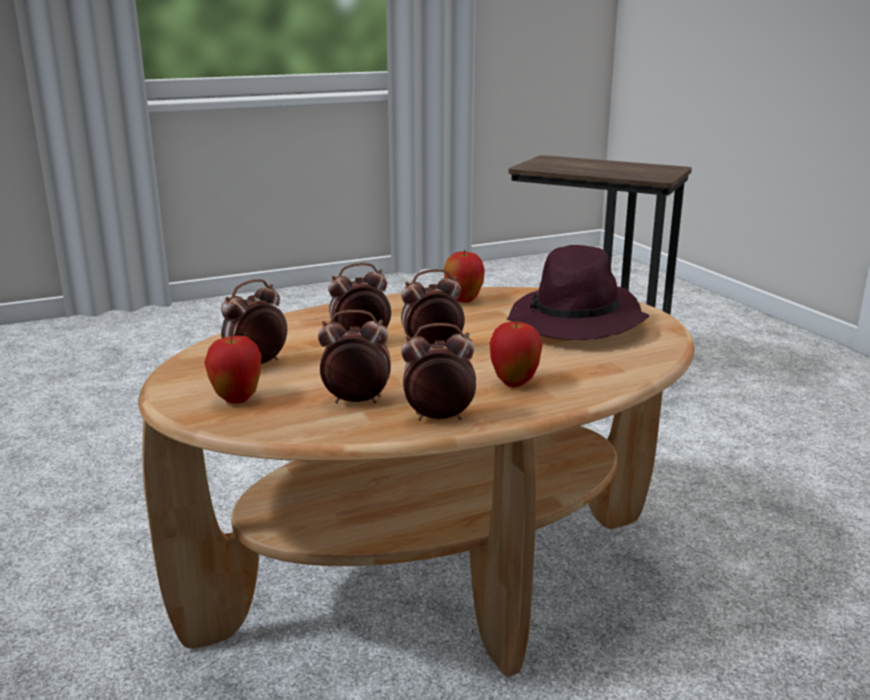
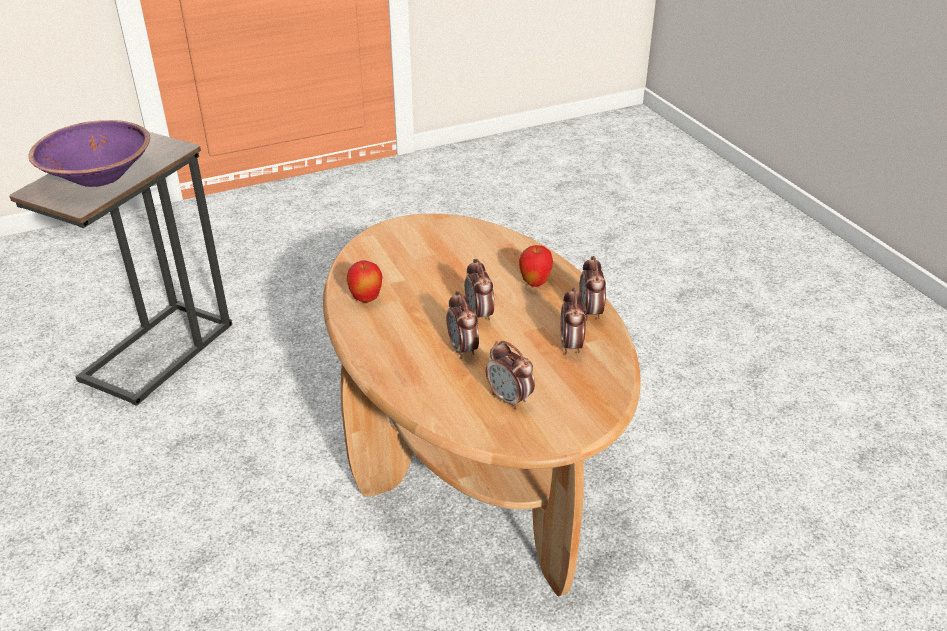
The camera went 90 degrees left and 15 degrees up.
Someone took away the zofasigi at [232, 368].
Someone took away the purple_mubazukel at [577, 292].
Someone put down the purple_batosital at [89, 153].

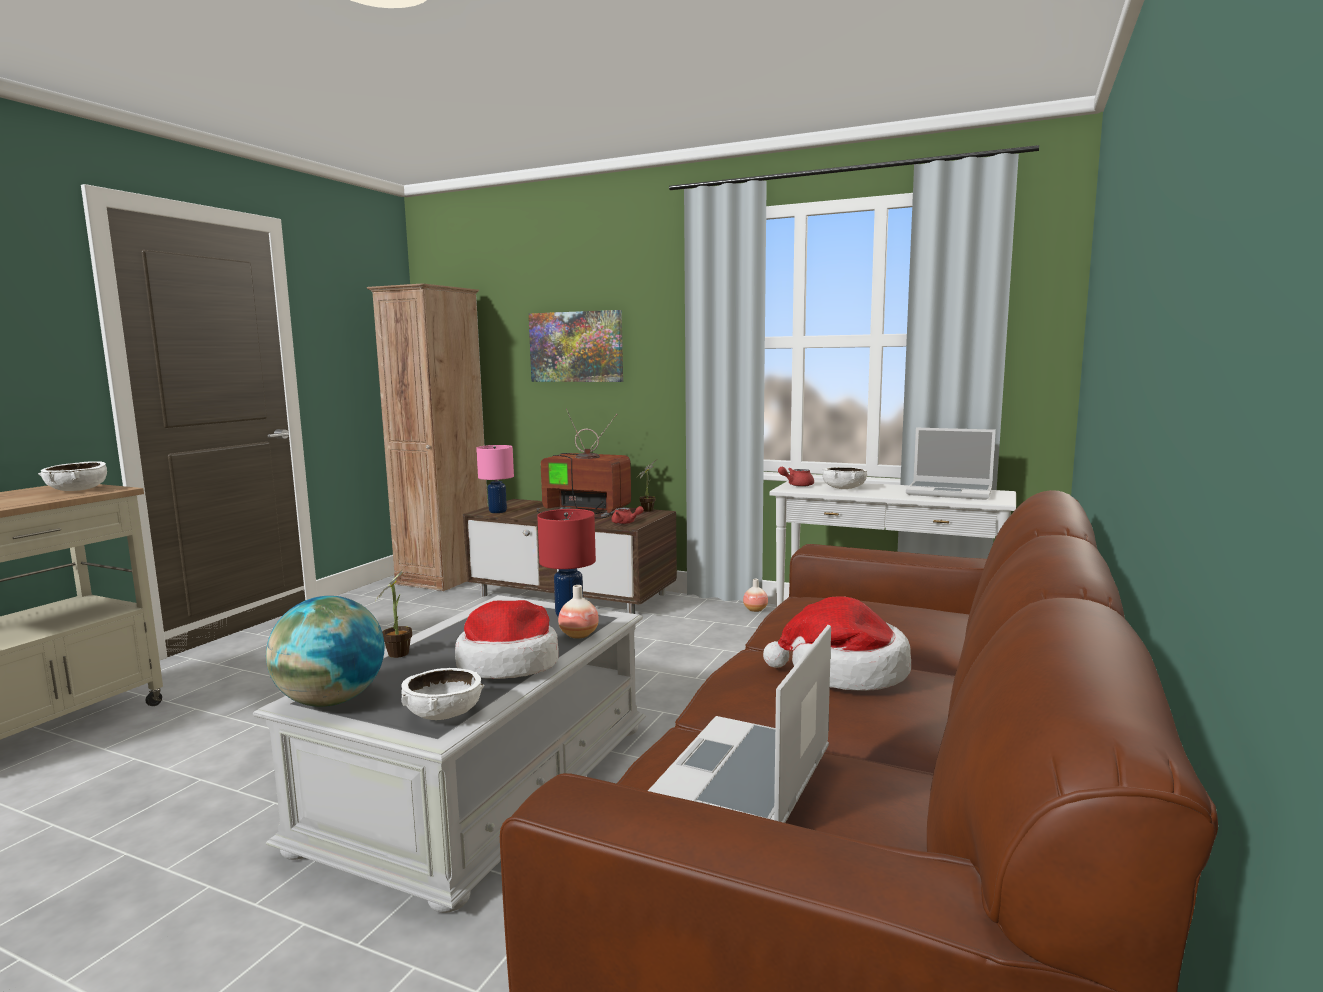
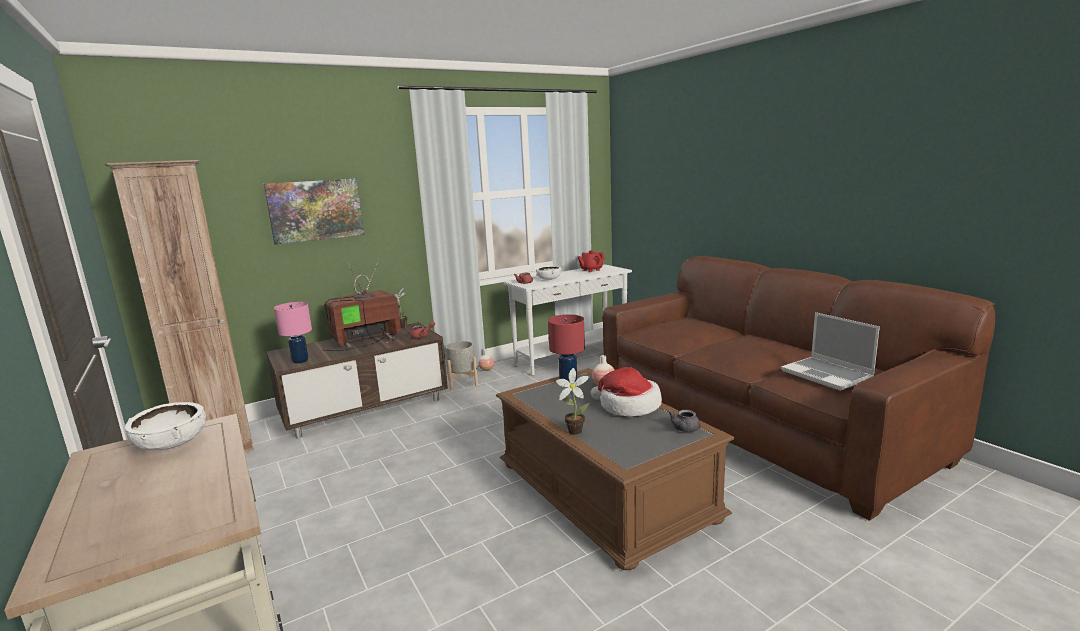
The camera went 55 degrees left and 5 degrees up.
Someone repainted the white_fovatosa at [449, 754], which became the brown_fovatosa at [615, 469].
Someone took away the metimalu at [325, 651].
Someone swapped the white_batosital at [442, 694] for the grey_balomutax at [683, 421].
Someone took away the mubazukel at [837, 644].
Someone swapped the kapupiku at [951, 464] for the red_balomutax at [591, 261].
Someone put down the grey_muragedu at [461, 365].

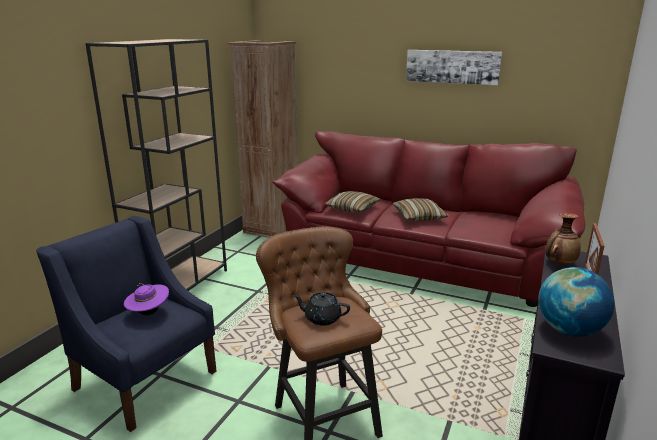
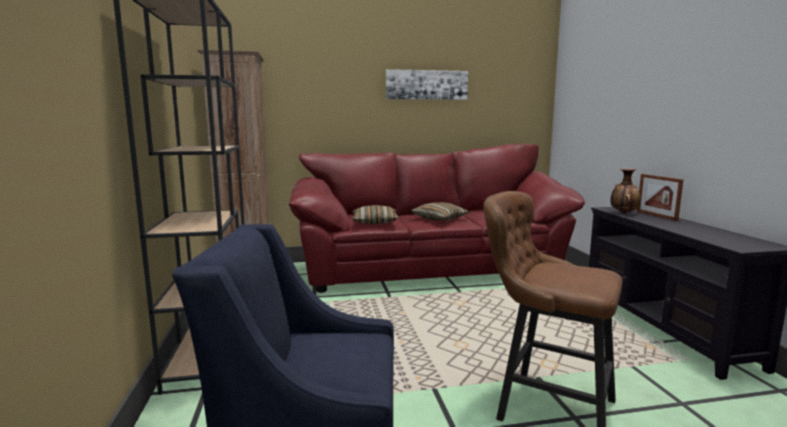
The camera went 35 degrees left and 10 degrees down.
Someone took away the purple_mubazukel at [146, 299].
Someone took away the black_balomutax at [321, 309].
Someone took away the metimalu at [576, 302].

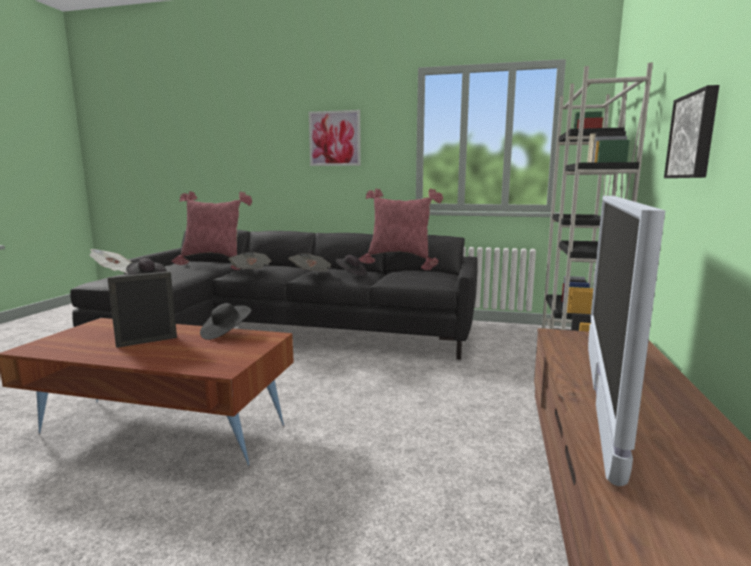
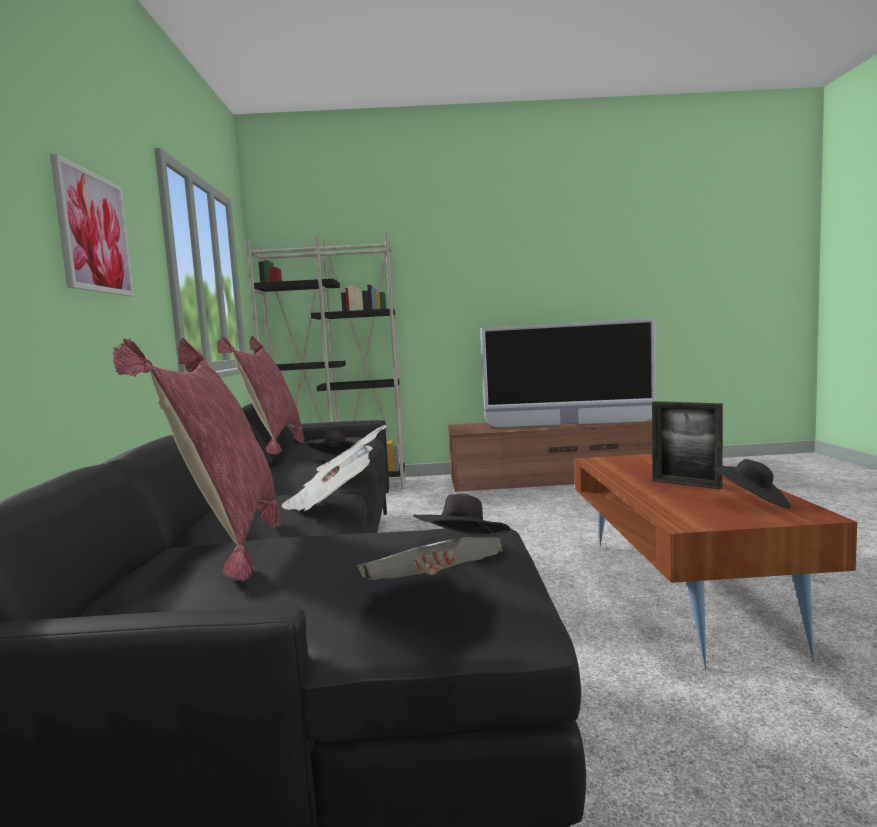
The camera went 105 degrees left and 5 degrees down.
Someone carried the black_mubazukel from [225, 321] to [752, 484].
Someone took away the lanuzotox at [691, 131].

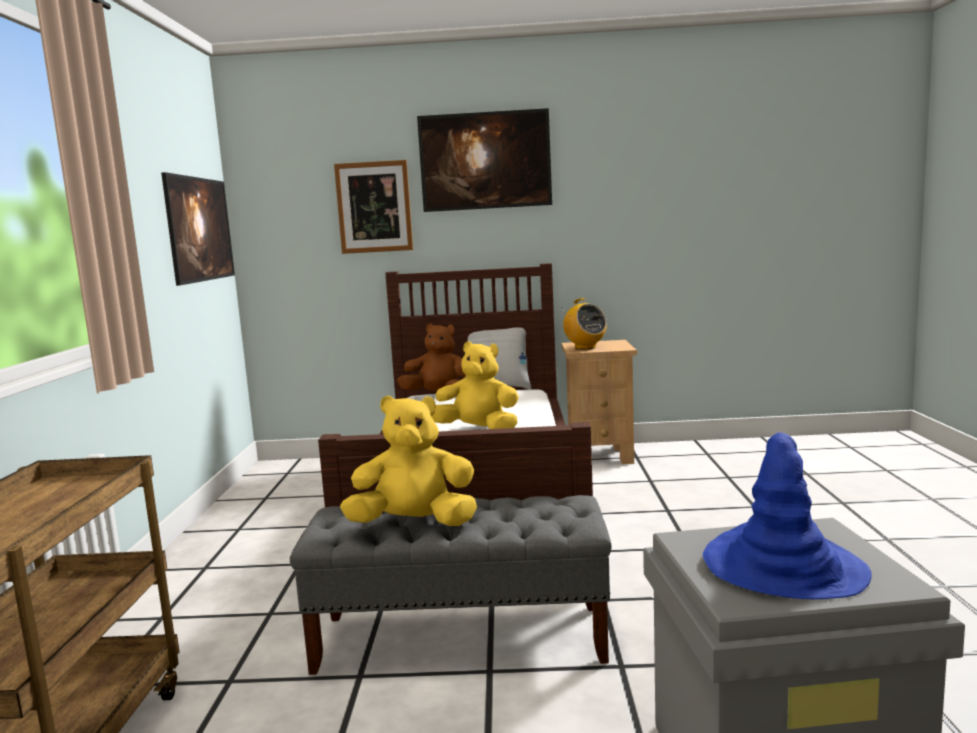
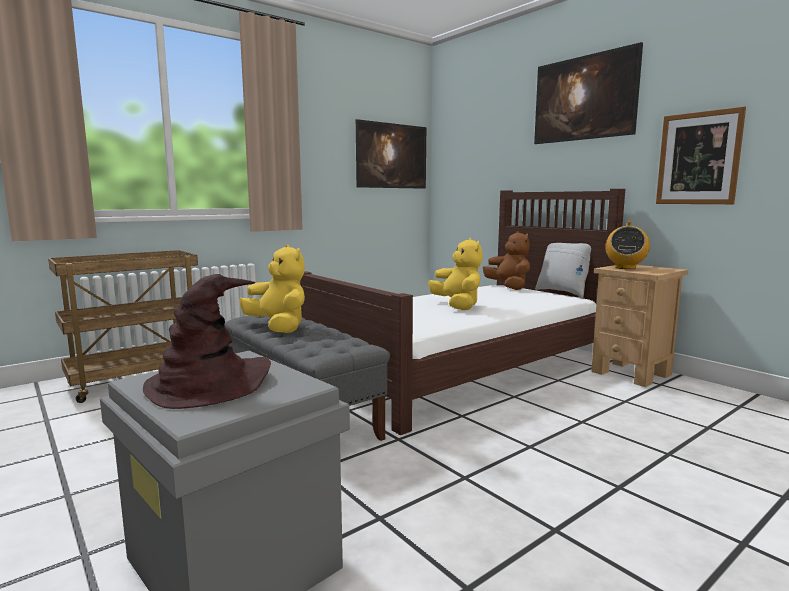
The camera went 50 degrees right and 0 degrees up.
Someone carried the lanuzotox from [373, 207] to [701, 155].
Someone repainted the blue_mubazukel at [787, 515], which became the brown_mubazukel at [207, 341].

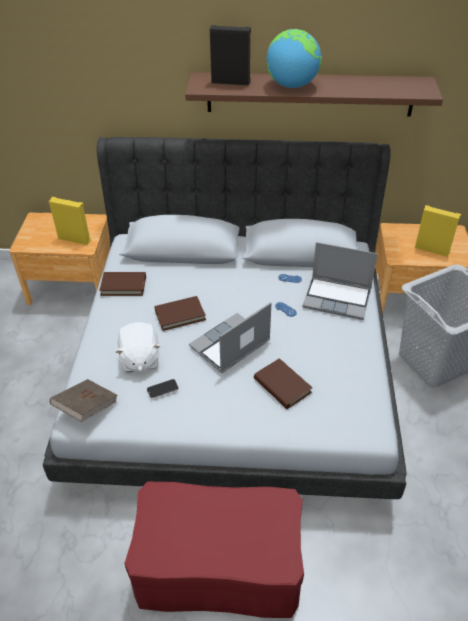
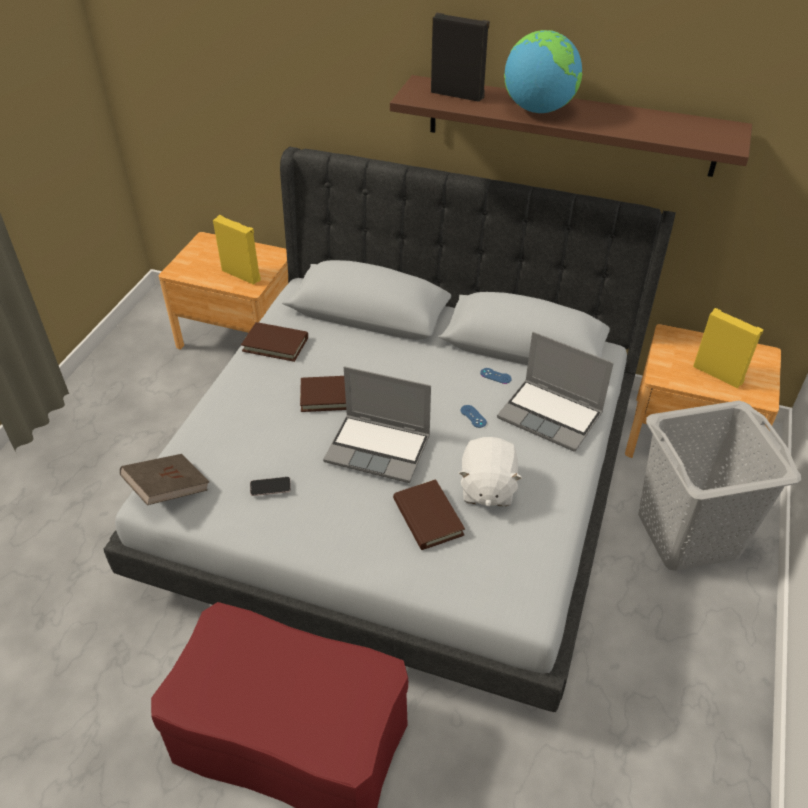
The camera went 15 degrees right and 0 degrees up.
Someone carried the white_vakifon from [138, 347] to [490, 472].
Someone rotated the kapupiku at [230, 337] by 135 degrees counterclockwise.

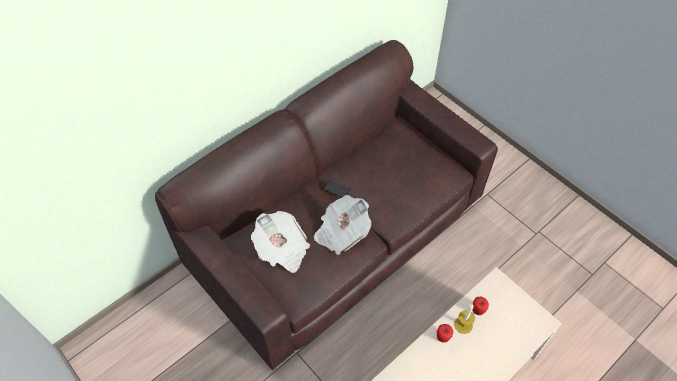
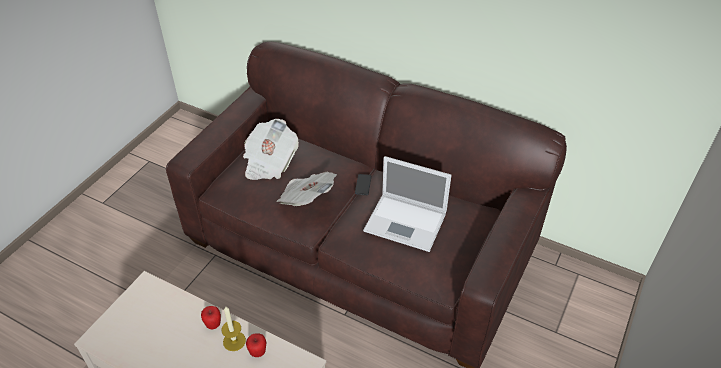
The camera went 70 degrees right and 10 degrees down.
Someone put down the kapupiku at [407, 204].

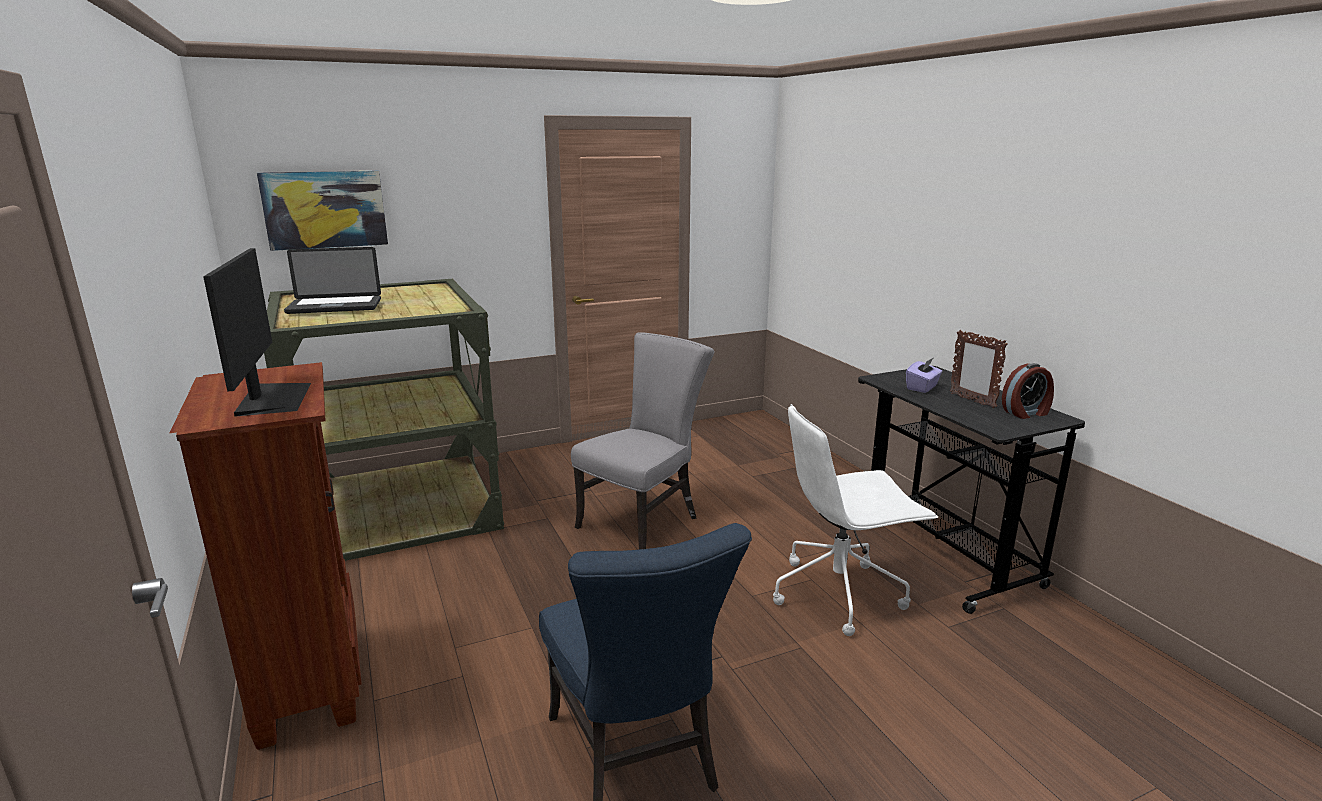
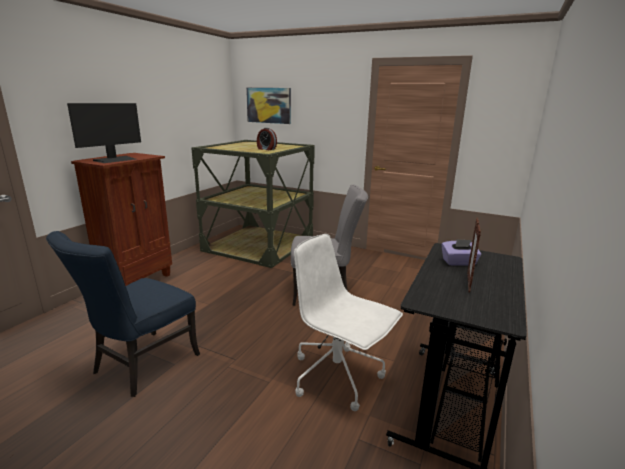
The camera went 50 degrees right and 0 degrees up.
Someone took away the kapupiku at [332, 280].
Someone carried the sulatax from [1028, 391] to [267, 139].

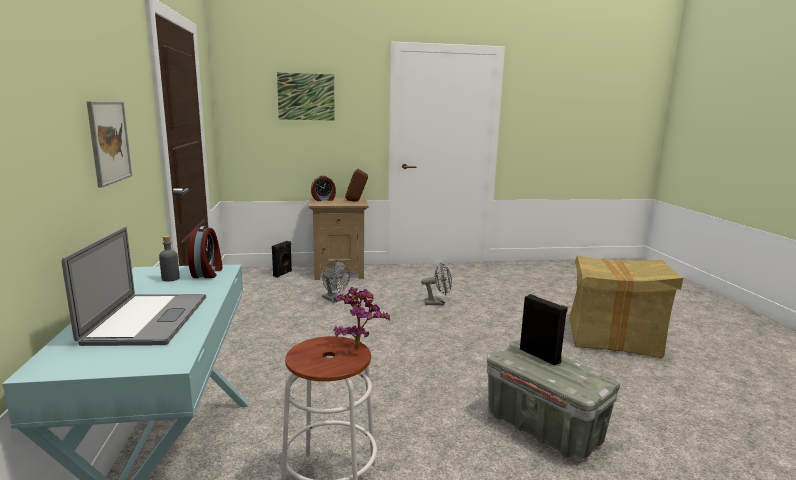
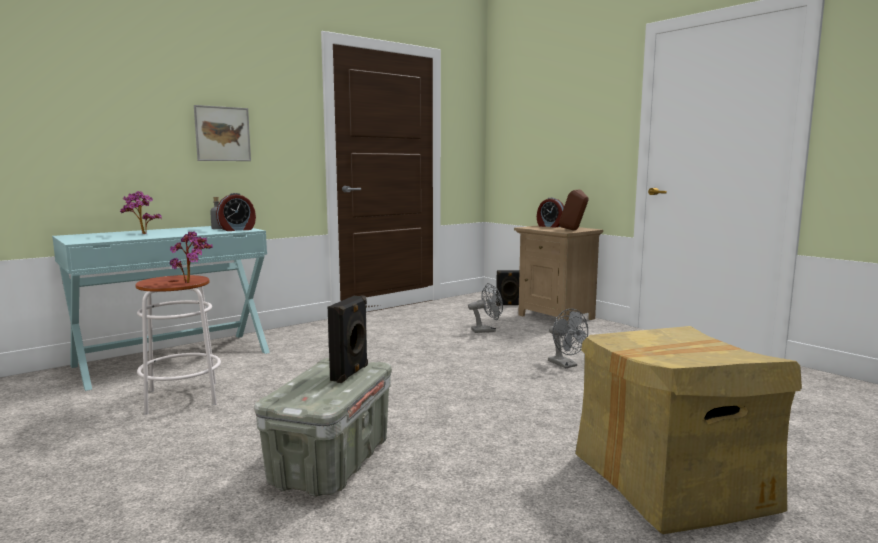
The camera went 60 degrees right and 5 degrees down.
Someone swapped the kapupiku at [134, 286] for the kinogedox at [141, 212].
Someone took away the lanuzotox at [306, 97].
Someone rotated the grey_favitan at [336, 281] by 120 degrees counterclockwise.

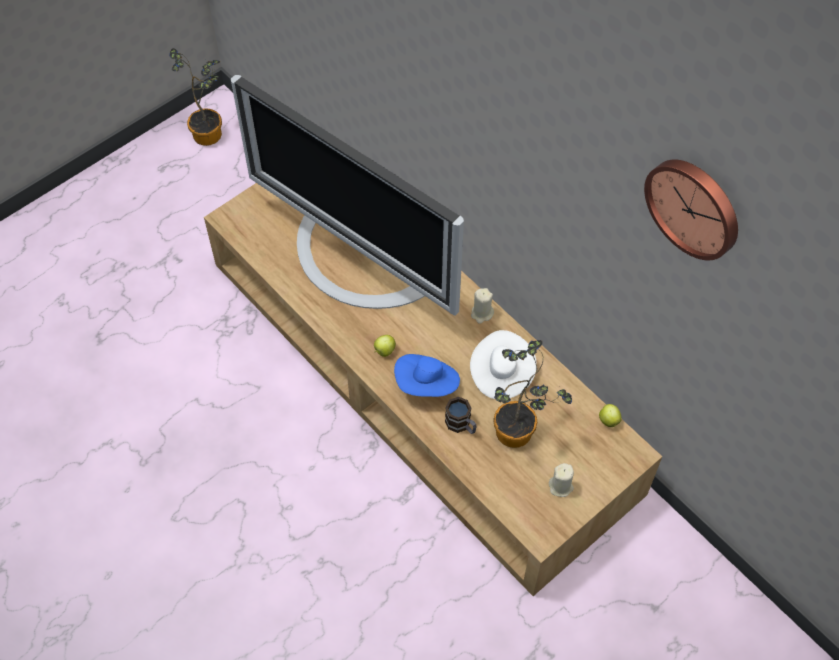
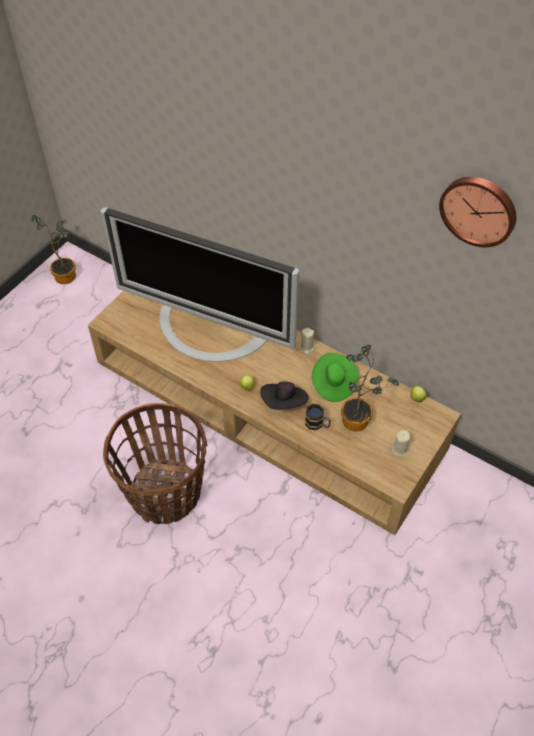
The camera went 15 degrees left and 5 degrees down.
Someone repainted the blue_mubazukel at [427, 375], which became the black_mubazukel at [284, 395].
Someone repainted the white_mubazukel at [503, 364], which became the green_mubazukel at [335, 377].
Someone put down the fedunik at [155, 463].

